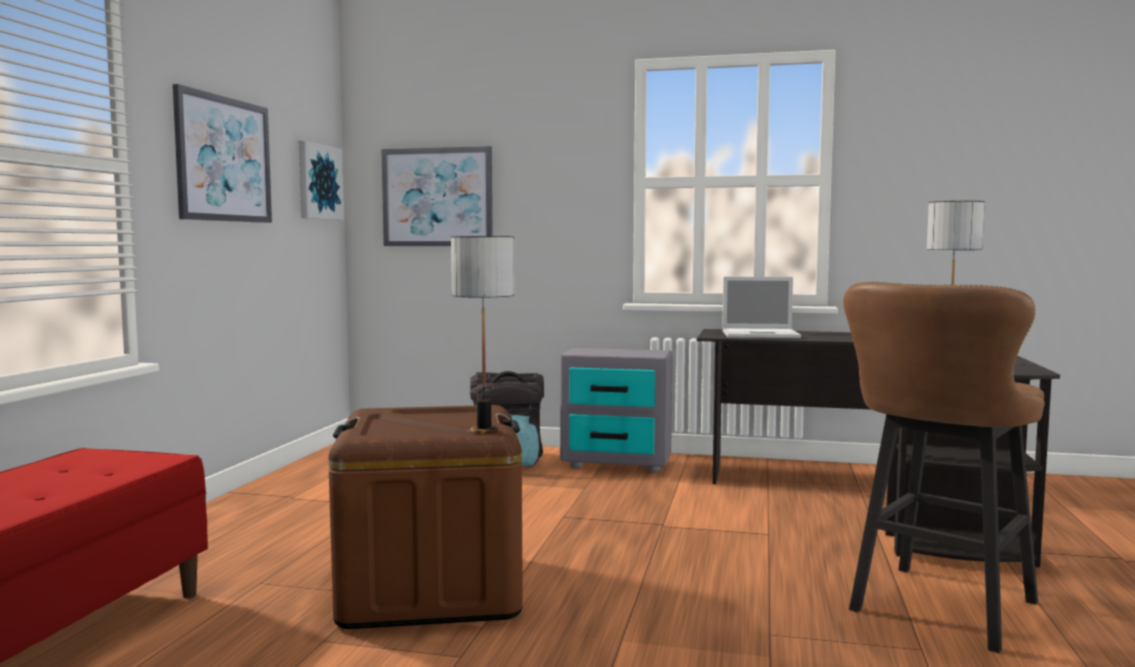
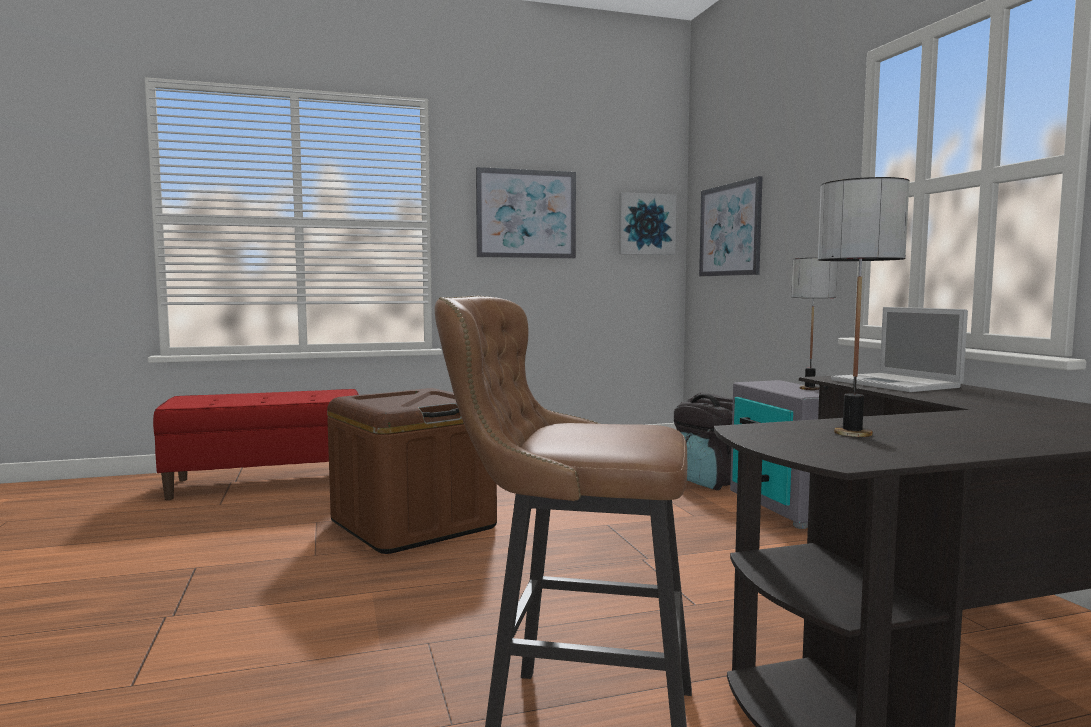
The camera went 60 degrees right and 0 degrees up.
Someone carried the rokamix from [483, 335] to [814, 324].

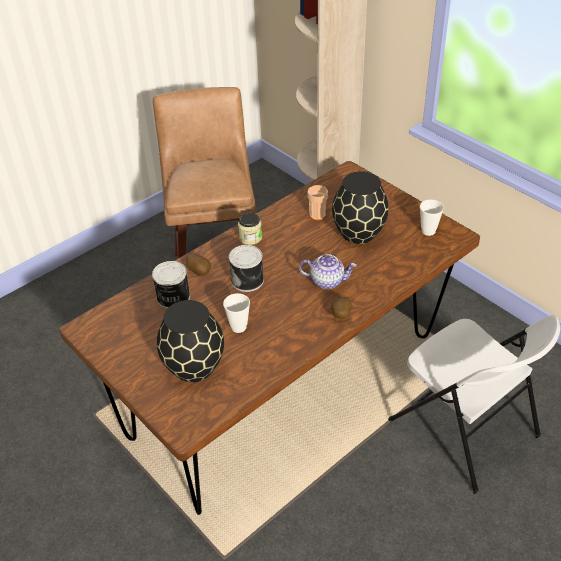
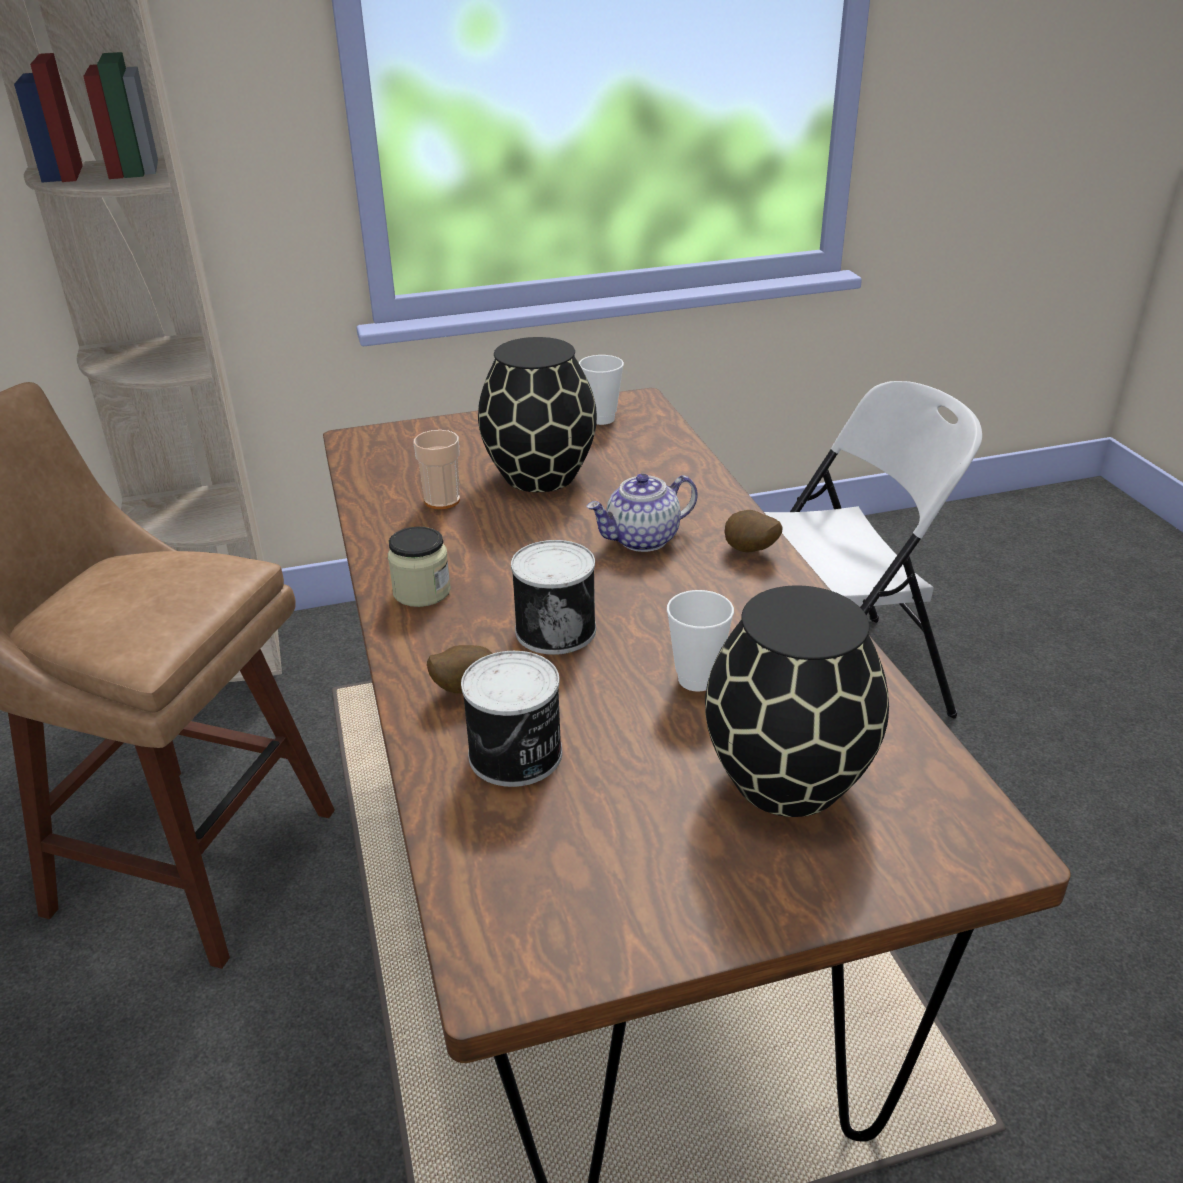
The camera went 65 degrees left and 10 degrees down.
Someone rotated the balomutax at [328, 271] by 150 degrees counterclockwise.

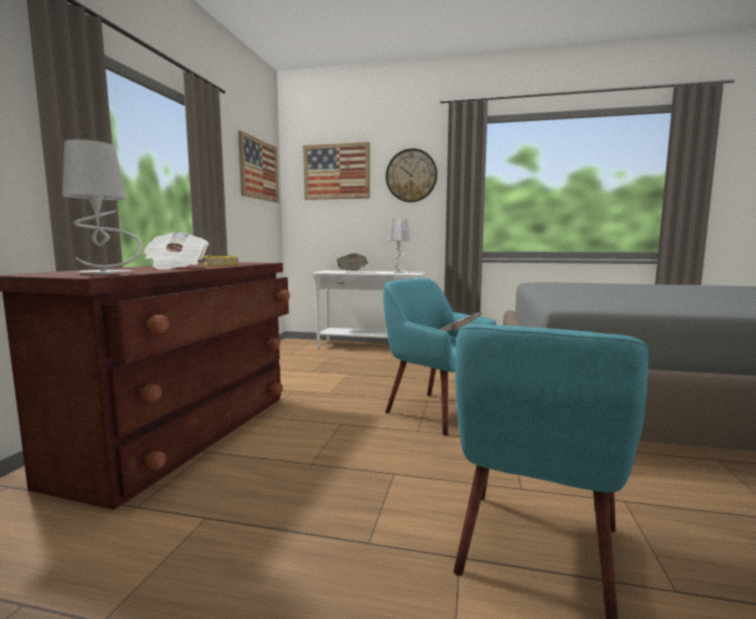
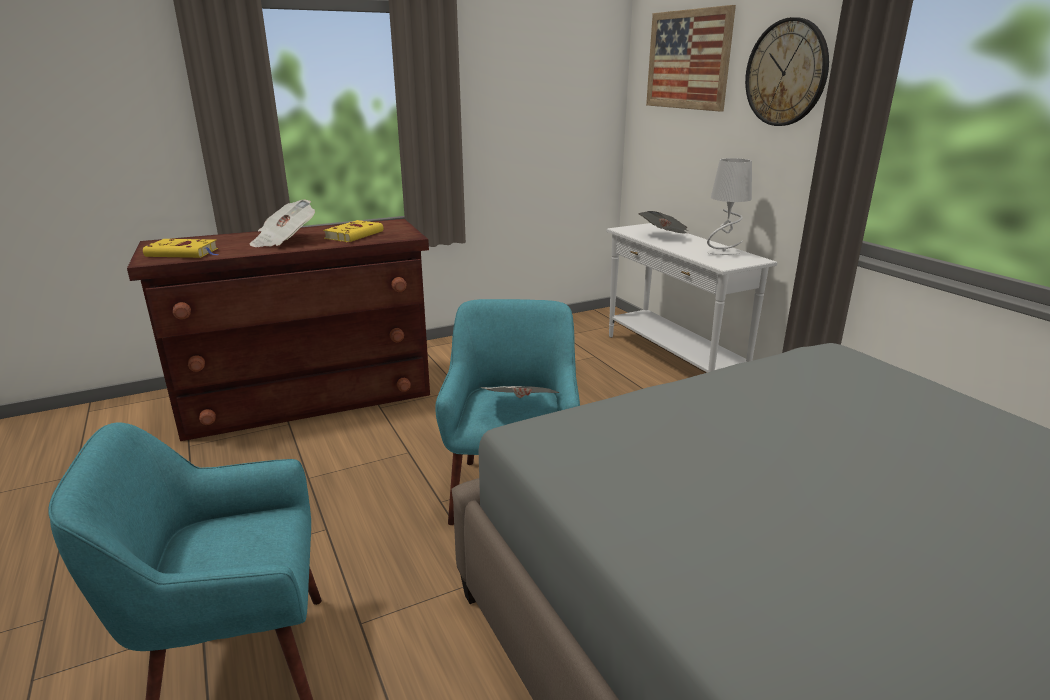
The camera went 50 degrees right and 15 degrees up.
Someone swapped the grey_rokamix at [102, 206] for the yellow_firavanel at [181, 248].
Someone took away the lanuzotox at [258, 167].

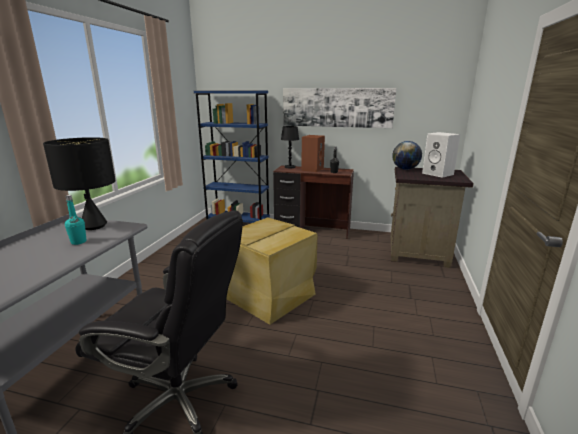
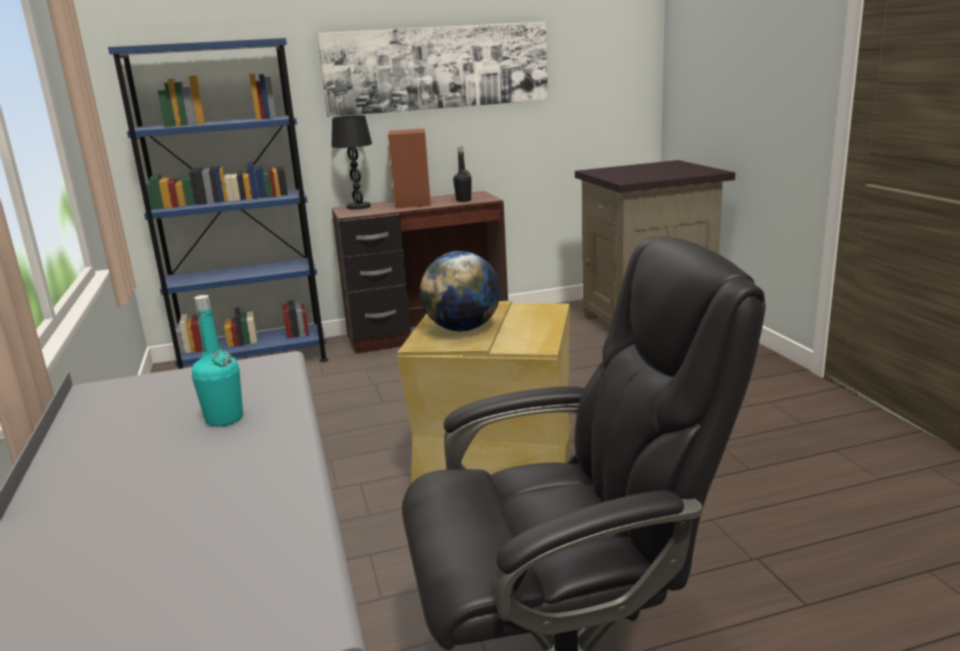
The camera went 30 degrees left and 0 degrees up.
Someone took away the black_rokamix at [79, 183].
Someone carried the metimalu from [407, 155] to [460, 291].
Someone took away the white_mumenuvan at [441, 155].

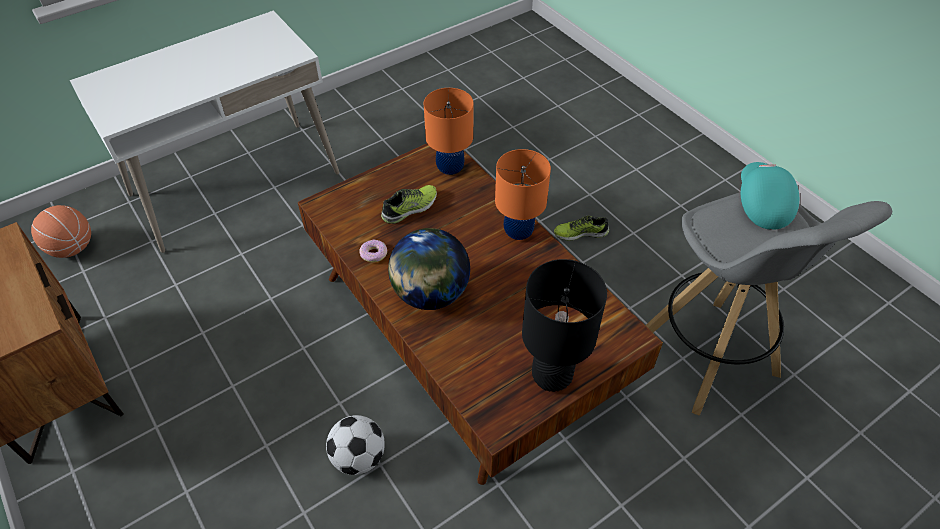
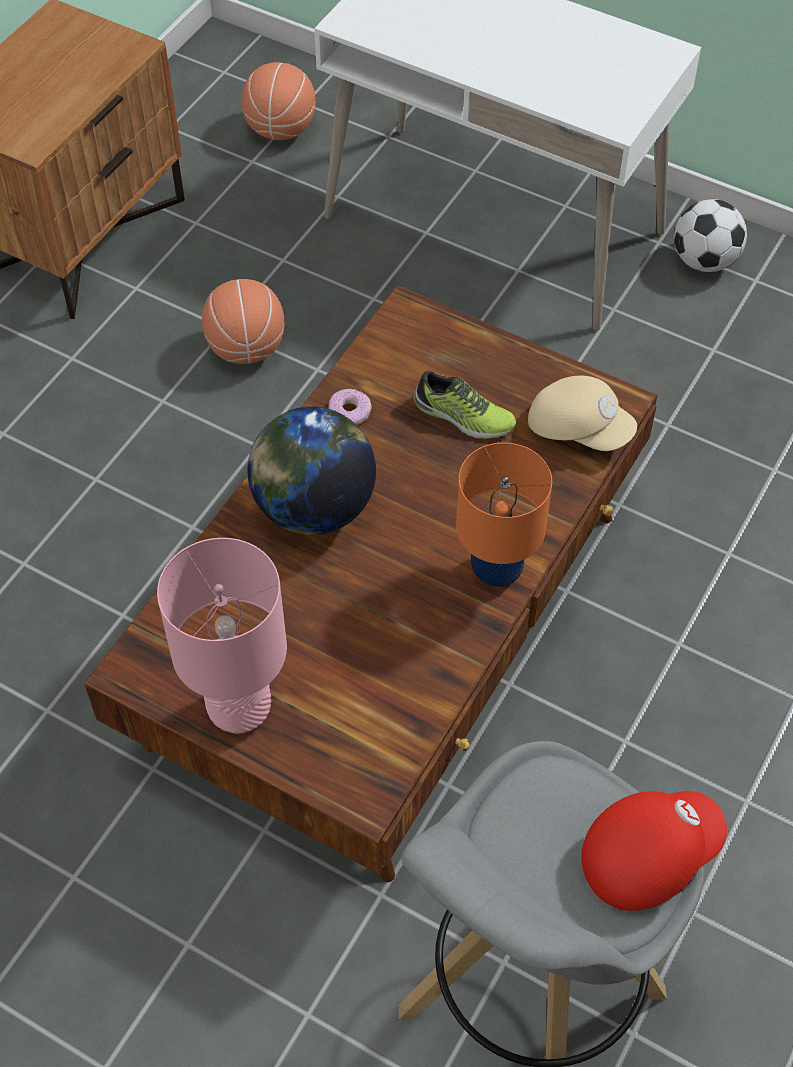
The camera went 65 degrees right and 5 degrees up.
Someone carried the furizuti from [355, 445] to [710, 235].
Someone swapped the orange_rokamix at [448, 131] for the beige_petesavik at [582, 413].
Someone repainted the black_rokamix at [564, 325], which became the pink_rokamix at [222, 636].
Someone took away the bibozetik at [581, 228].
Someone repainted the turquoise_petesavik at [770, 196], which became the red_petesavik at [654, 851].
Someone put down the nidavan at [243, 321].

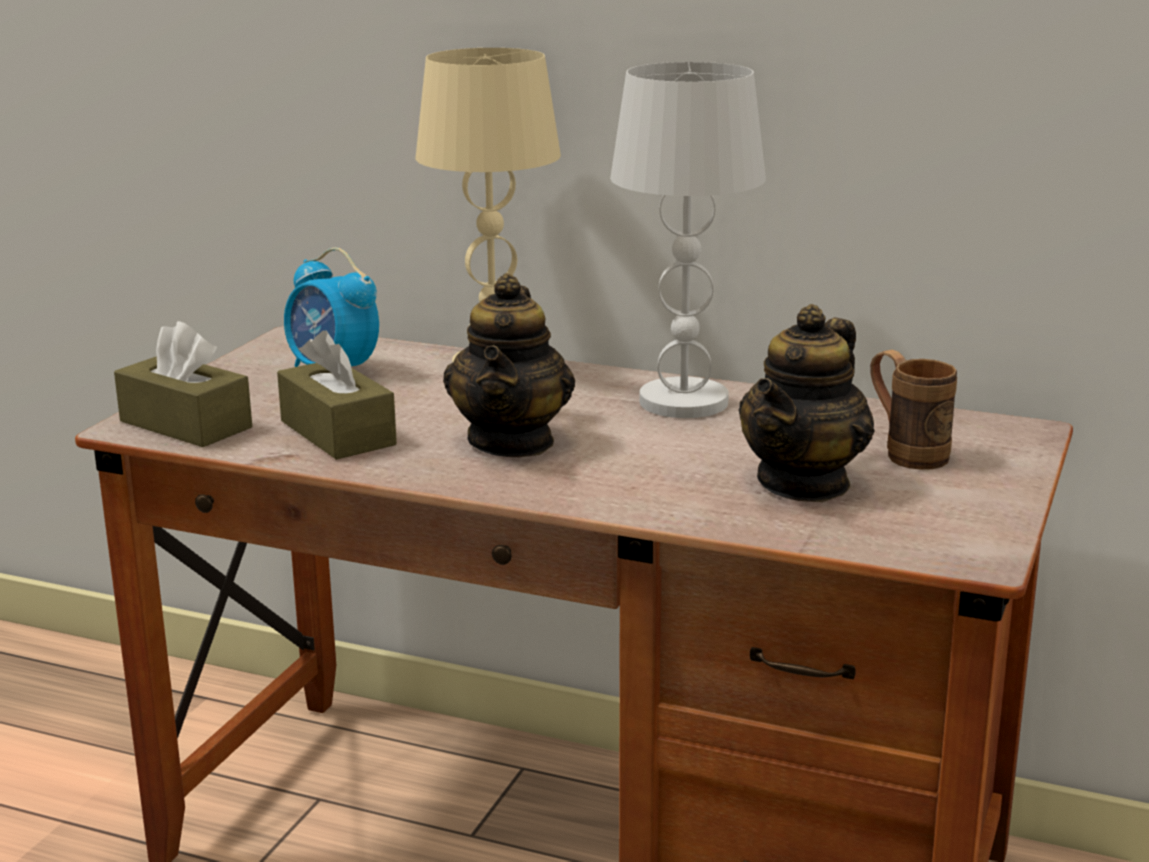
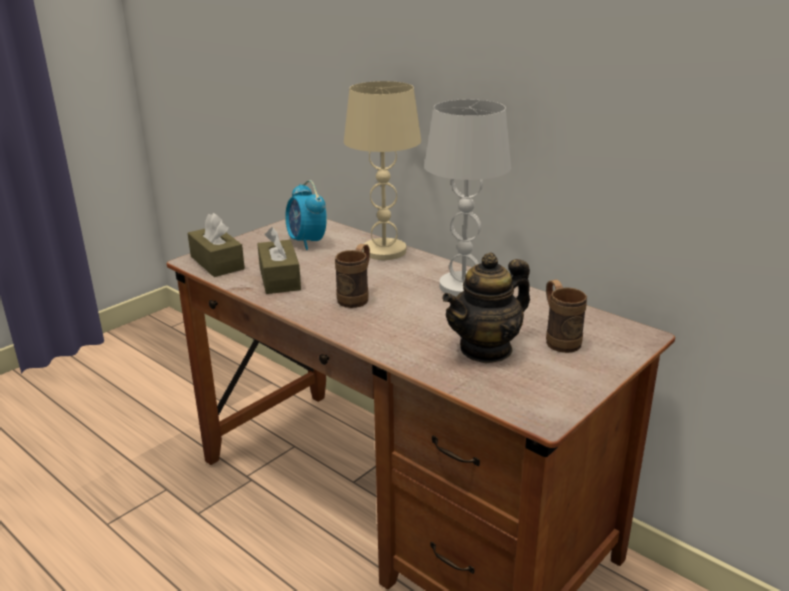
The camera went 20 degrees right and 5 degrees up.
Someone swapped the balomutax at [509, 365] for the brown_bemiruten at [352, 276].

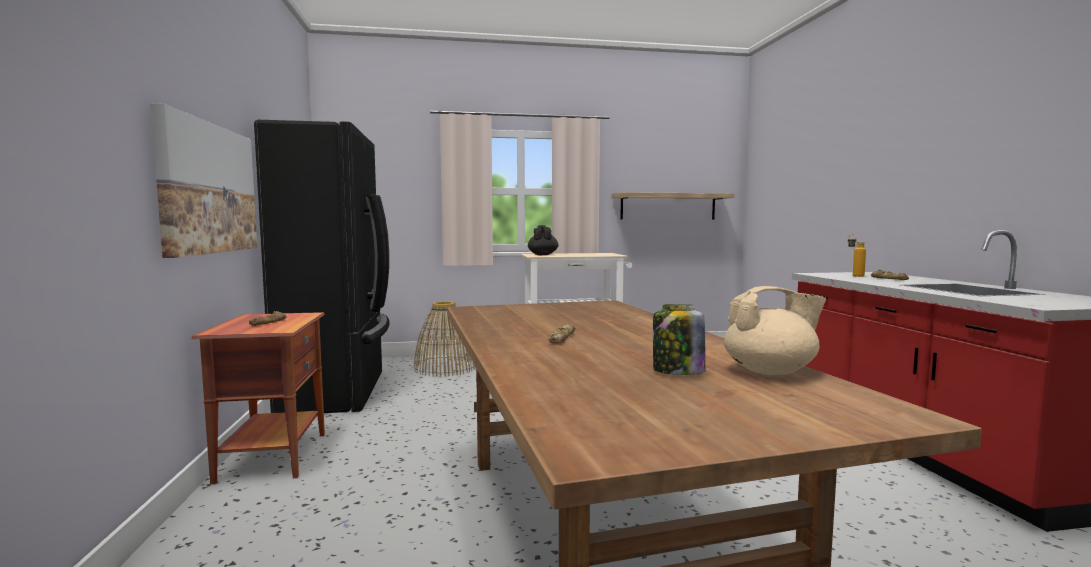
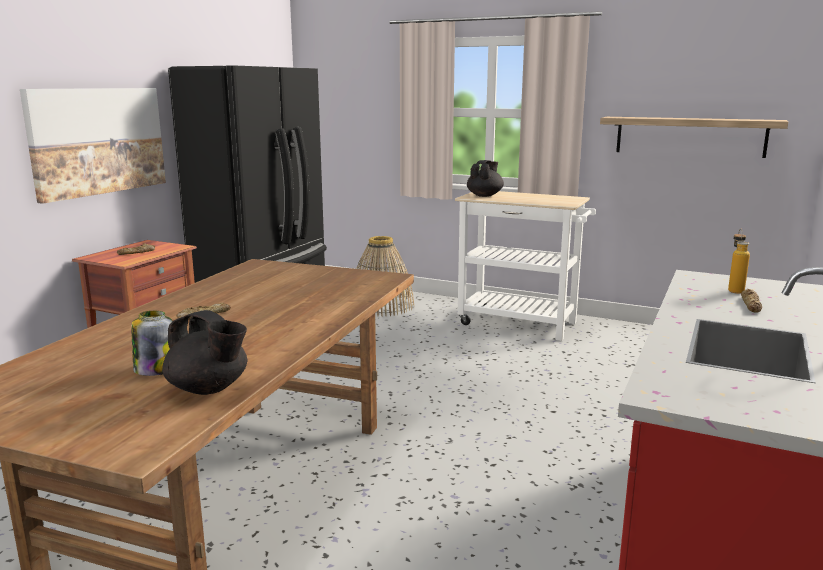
The camera went 35 degrees right and 10 degrees up.
Someone repainted the beige_balomutax at [775, 330], which became the black_balomutax at [204, 352].

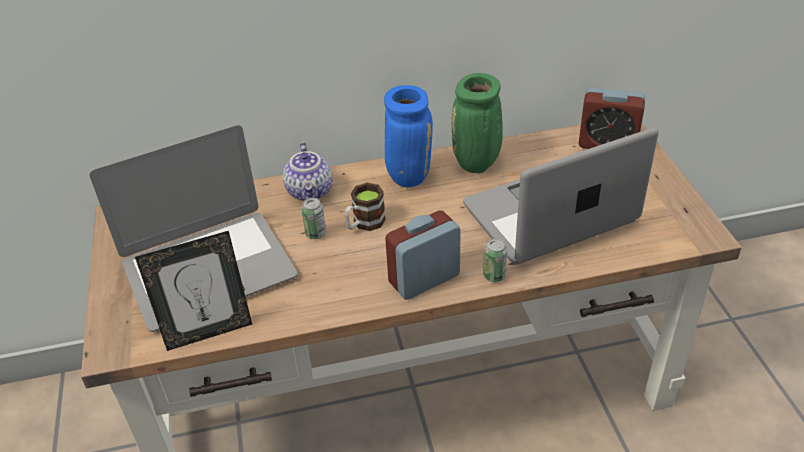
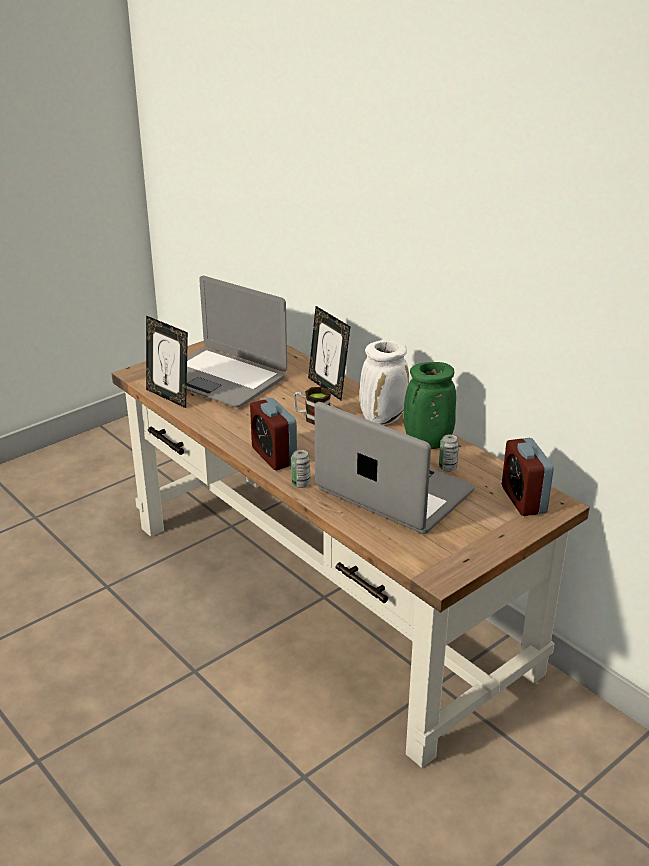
The camera went 60 degrees right and 10 degrees down.
Someone swapped the balomutax at [307, 171] for the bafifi at [329, 353].
Someone carried the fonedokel from [313, 218] to [449, 453].
Someone repainted the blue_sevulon at [408, 136], which became the white_sevulon at [384, 382].
Someone rotated the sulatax at [422, 255] by 150 degrees counterclockwise.

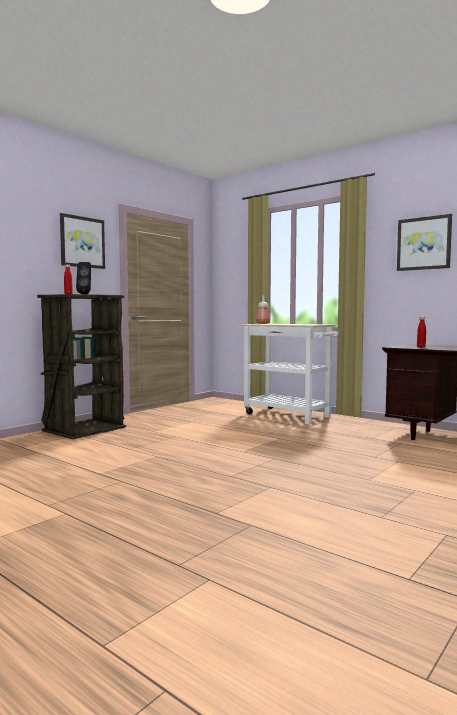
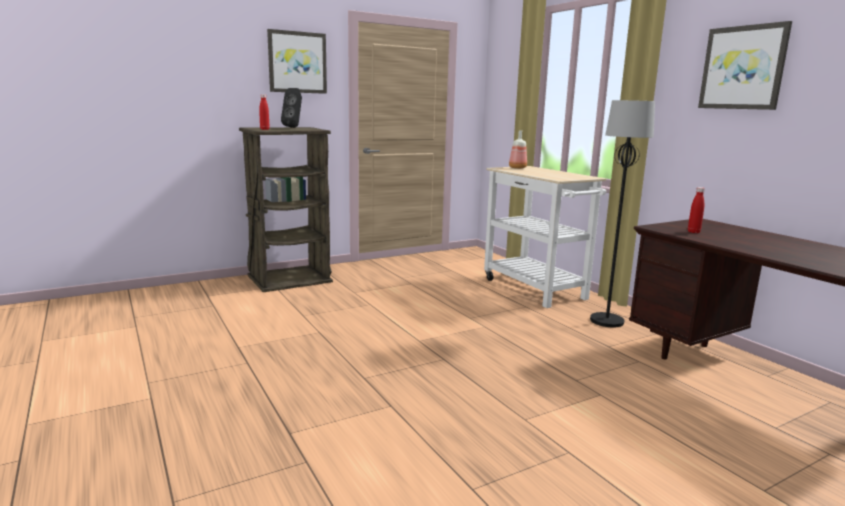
The camera went 20 degrees right and 10 degrees up.
Someone put down the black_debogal at [622, 213].

